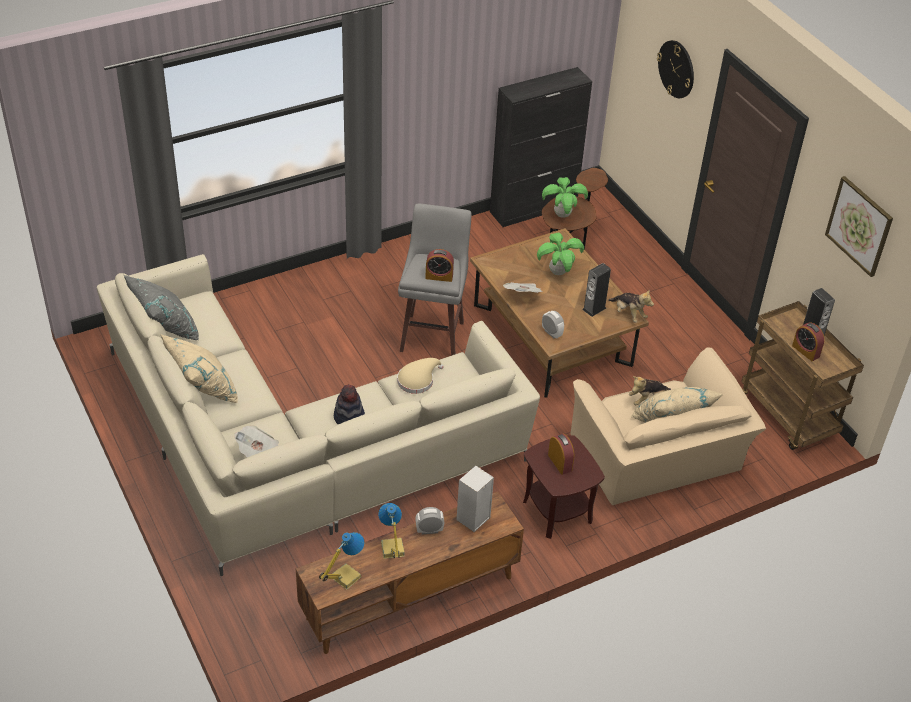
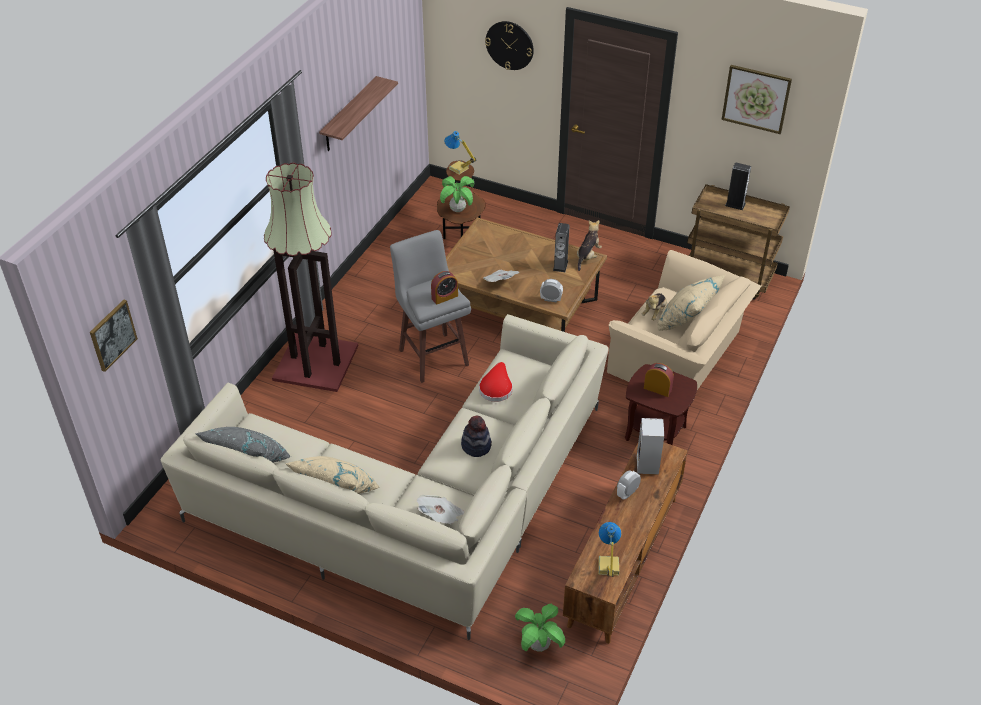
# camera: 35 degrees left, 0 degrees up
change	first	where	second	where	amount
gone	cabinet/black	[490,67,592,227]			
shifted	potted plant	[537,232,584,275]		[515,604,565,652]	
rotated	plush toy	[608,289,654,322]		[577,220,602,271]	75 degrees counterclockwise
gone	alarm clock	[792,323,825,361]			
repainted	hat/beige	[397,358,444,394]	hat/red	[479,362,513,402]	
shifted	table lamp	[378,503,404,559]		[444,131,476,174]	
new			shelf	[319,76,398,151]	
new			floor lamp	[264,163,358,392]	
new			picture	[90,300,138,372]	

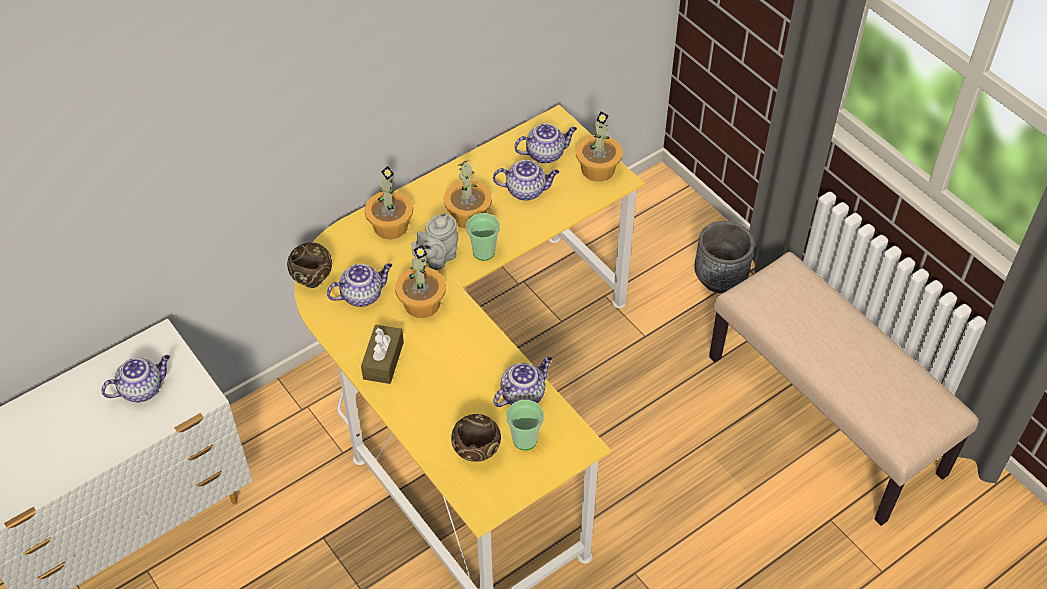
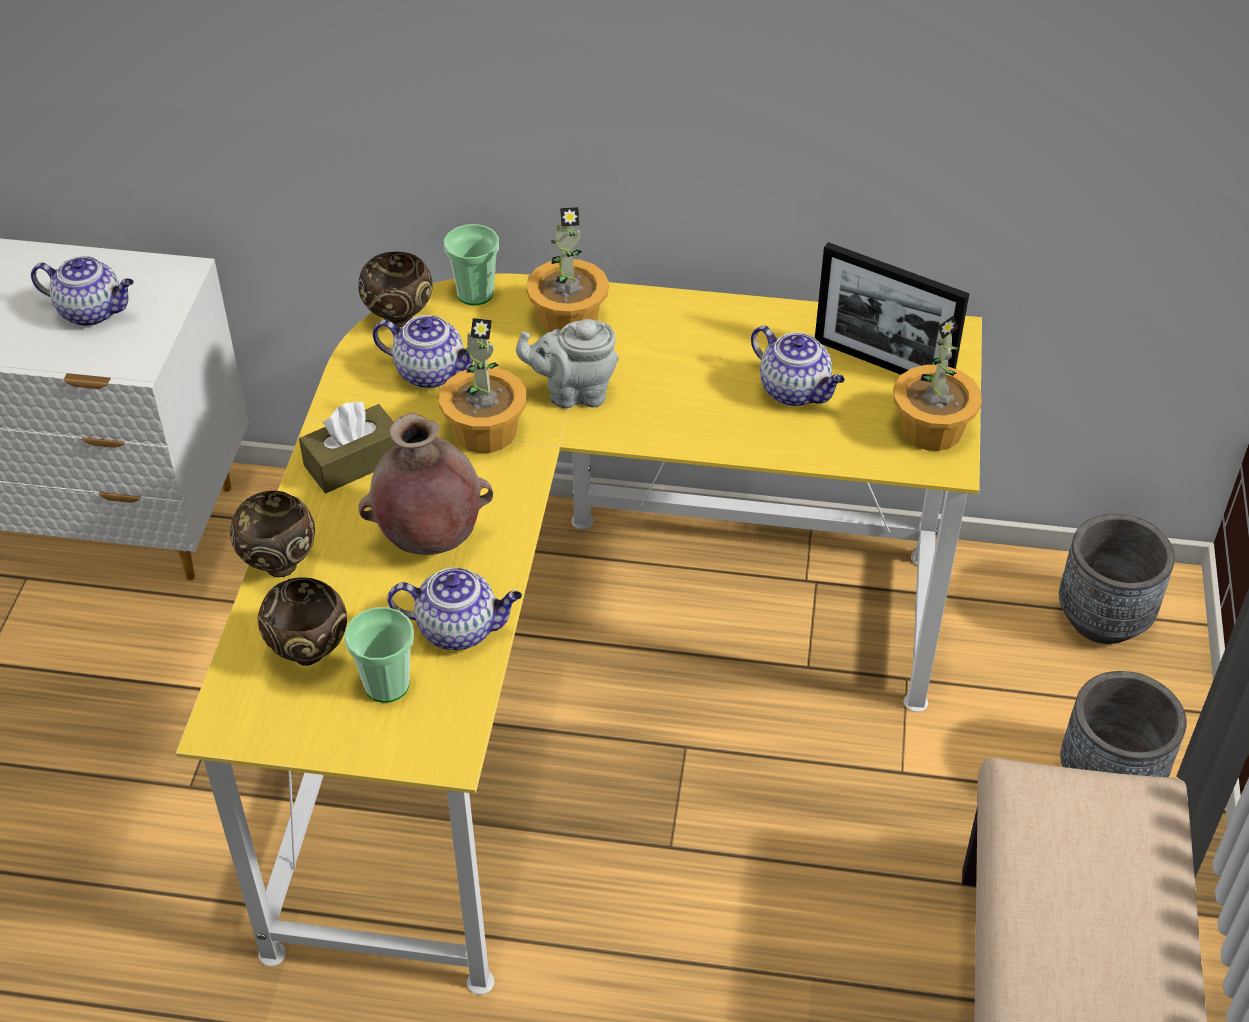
# camera: 45 degrees right, 5 degrees down
change	first	where	second	where	amount
swapped	teapot	[514,123,577,164]	picture frame	[815,242,969,375]	
gone	potted plant	[444,160,492,229]			
shifted	cup	[466,213,500,261]		[444,224,499,306]	
new			vase/brown	[358,413,493,555]	
new			bowl/brown	[230,491,315,577]	
new			planter/grey	[1059,514,1175,644]	

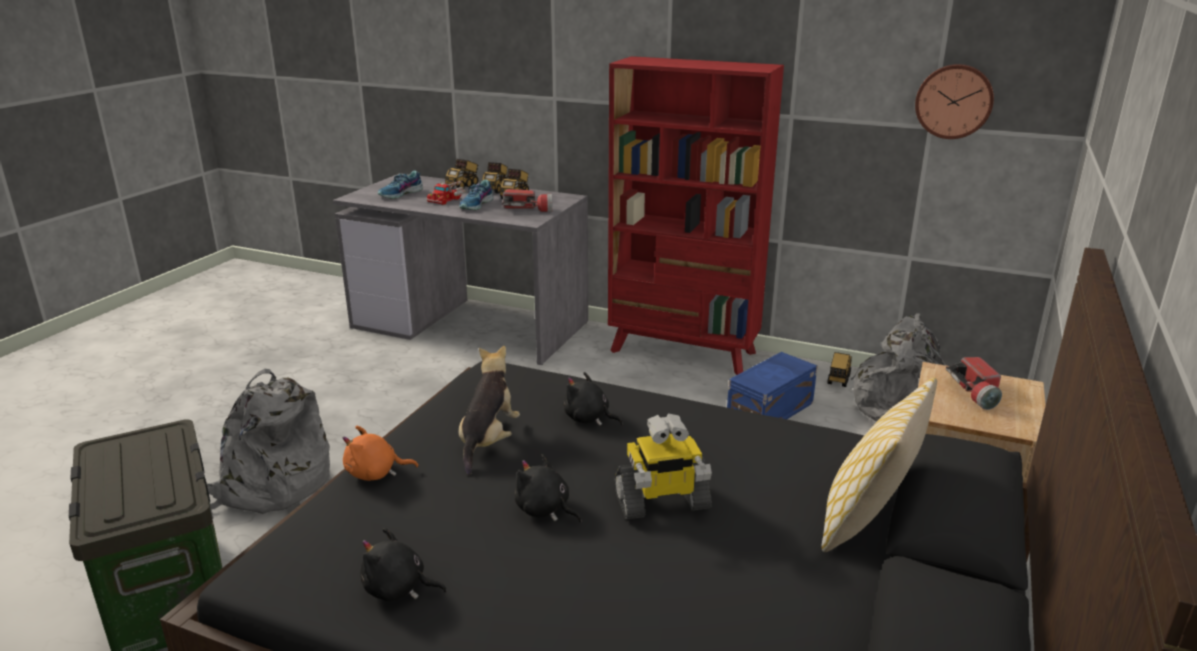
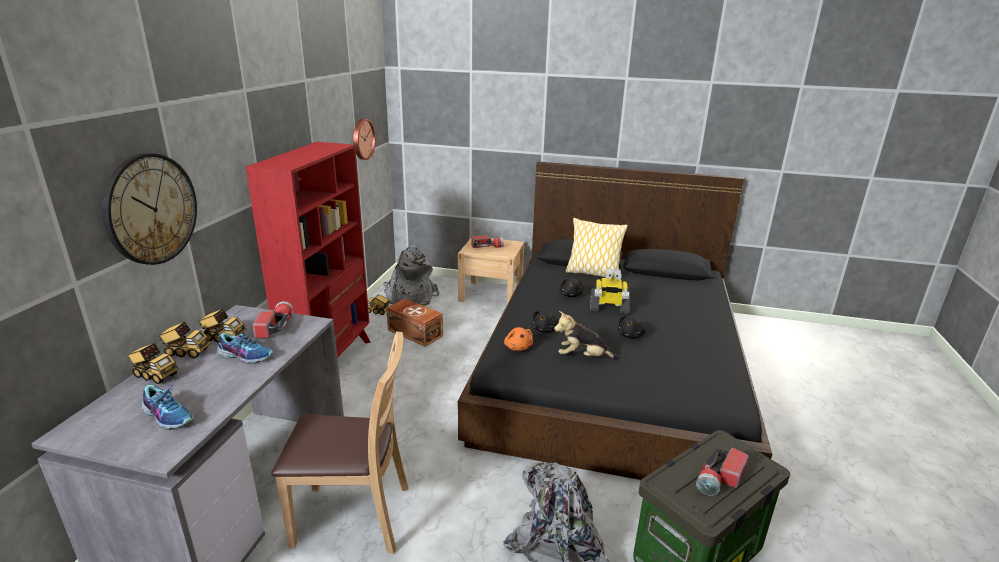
# camera: 100 degrees left, 0 degrees up
change	first	where	second	where	amount
gone	toy truck	[427,180,466,205]			
repainted	storage box/blue	[727,352,817,419]	storage box/brown	[386,299,443,347]	
rotated	toy robot	[614,413,712,520]		[590,268,630,315]	120 degrees clockwise
shifted	plush toy/orange	[342,426,419,481]		[504,327,533,351]	
shifted	plush toy/black	[360,528,447,601]		[559,278,584,297]	
new			wall clock	[102,153,197,265]	
new			chair/brown	[271,331,409,554]	
new			flashlight	[696,448,749,496]	

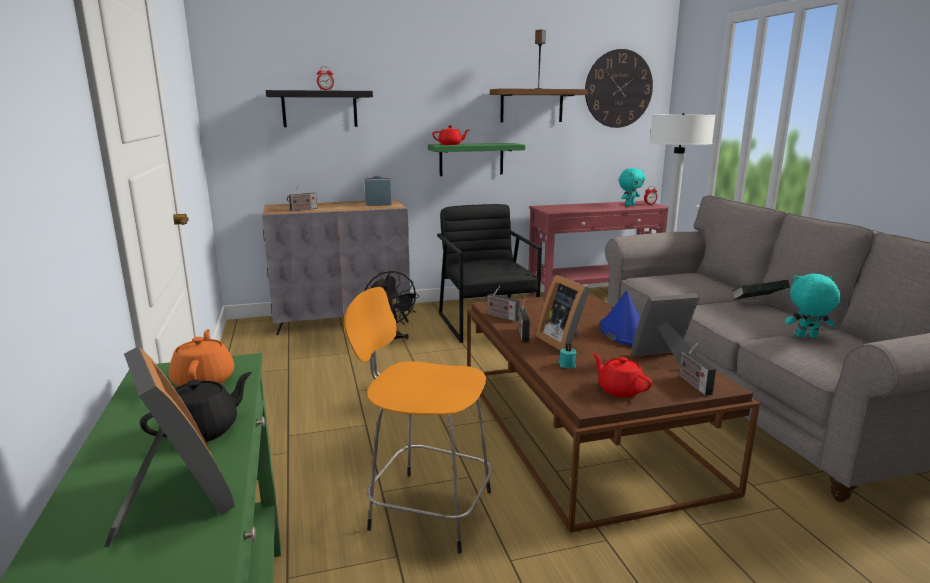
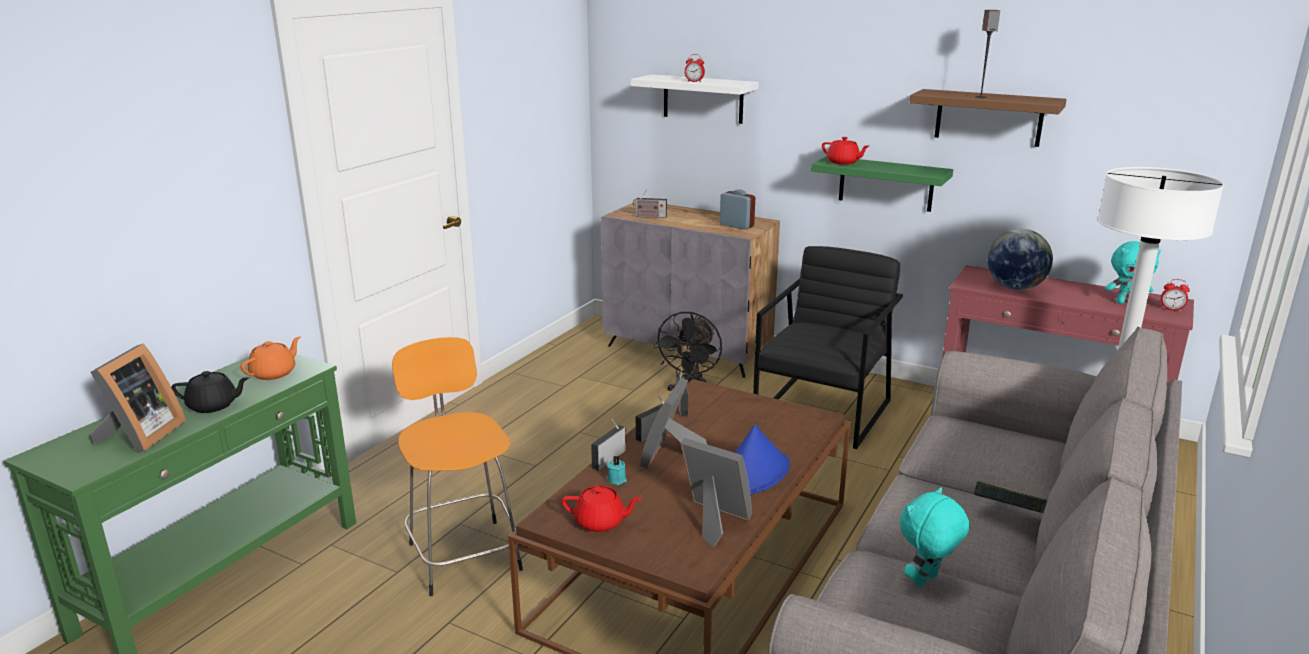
# camera: 45 degrees right, 5 degrees up
change	first	where	second	where	amount
gone	wall clock	[585,49,653,128]			
repainted	shelf/black	[266,90,373,127]	shelf/white	[631,74,759,124]	
rotated	plush toy/turquoise	[785,274,841,338]		[900,487,970,587]	90 degrees counterclockwise
shifted	radio	[679,343,716,396]		[591,419,626,471]	
rotated	teapot/red	[592,353,652,397]		[562,486,642,532]	90 degrees clockwise
new			globe	[988,229,1053,290]	

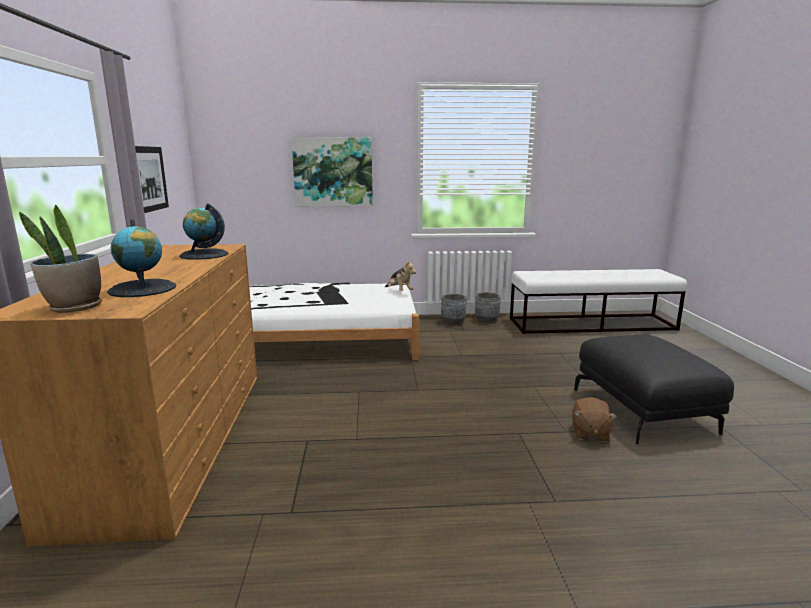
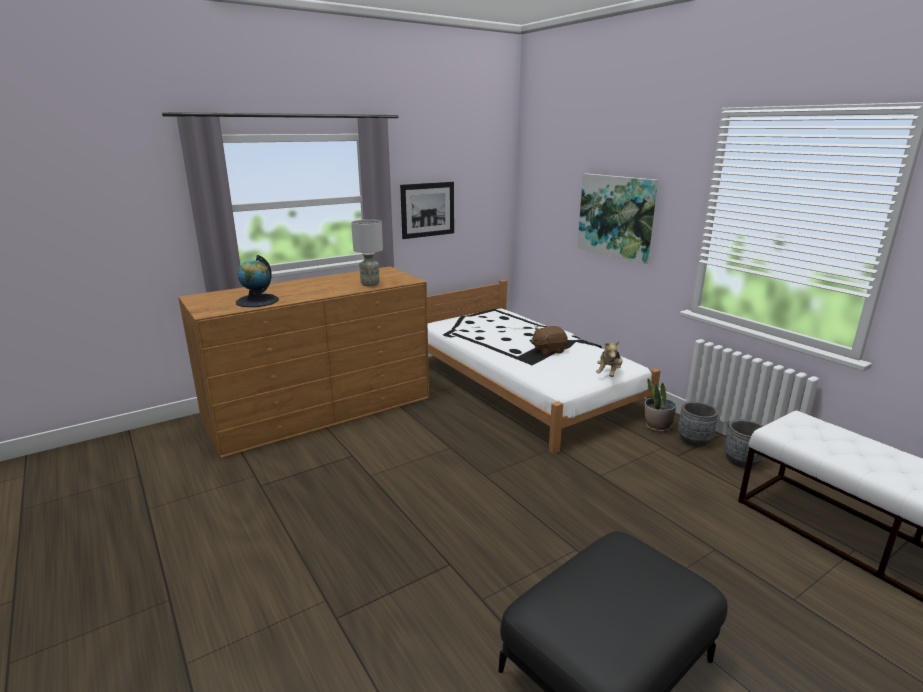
# camera: 60 degrees right, 5 degrees up
change	first	where	second	where	amount
shifted	potted plant	[19,204,102,313]		[645,378,676,432]	
swapped	globe	[179,204,229,260]	table lamp/grey	[351,219,383,286]	
shifted	plush toy/brown	[572,397,617,442]		[531,326,568,355]	

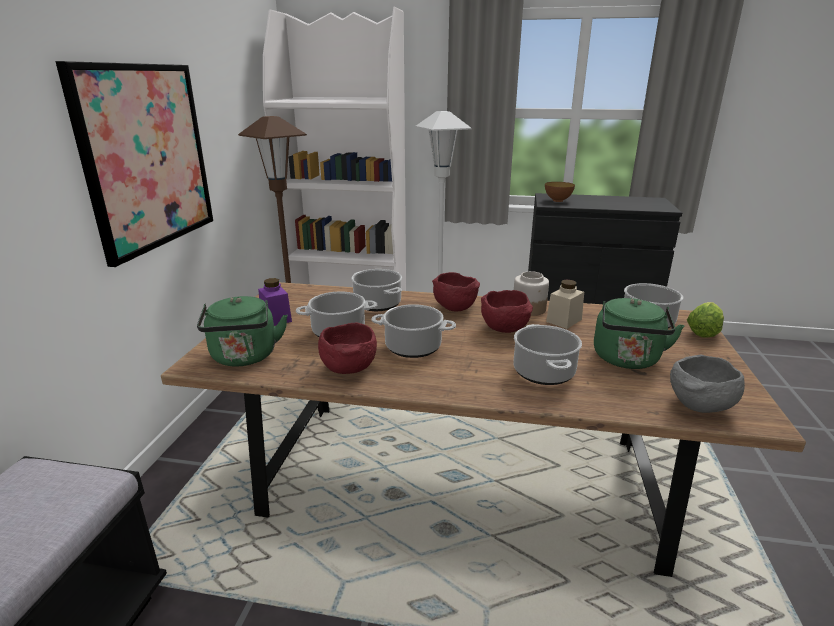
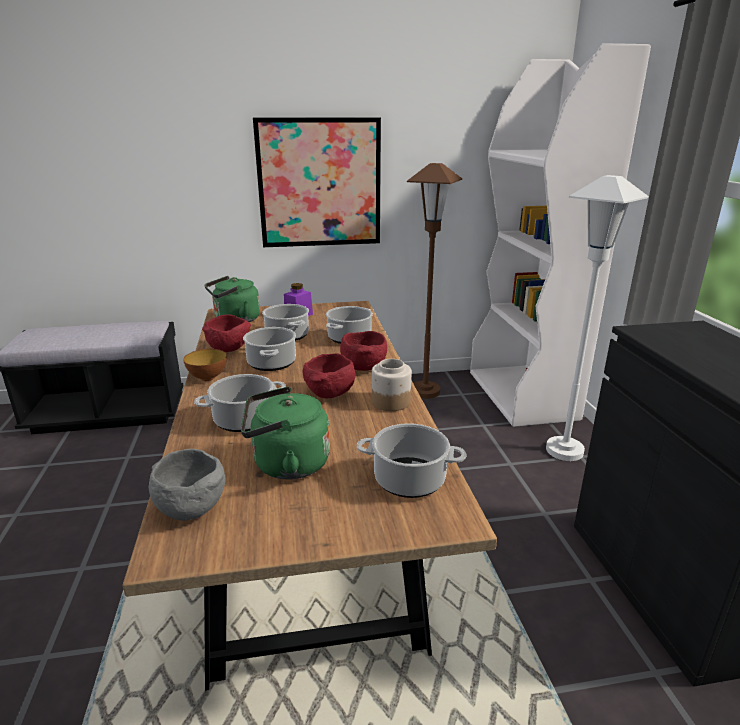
# camera: 70 degrees right, 0 degrees up
change	first	where	second	where	amount
shifted	bowl	[545,182,575,202]		[183,349,227,381]	
gone	jar/beige	[546,280,584,329]			
gone	lettuce	[687,302,724,338]			

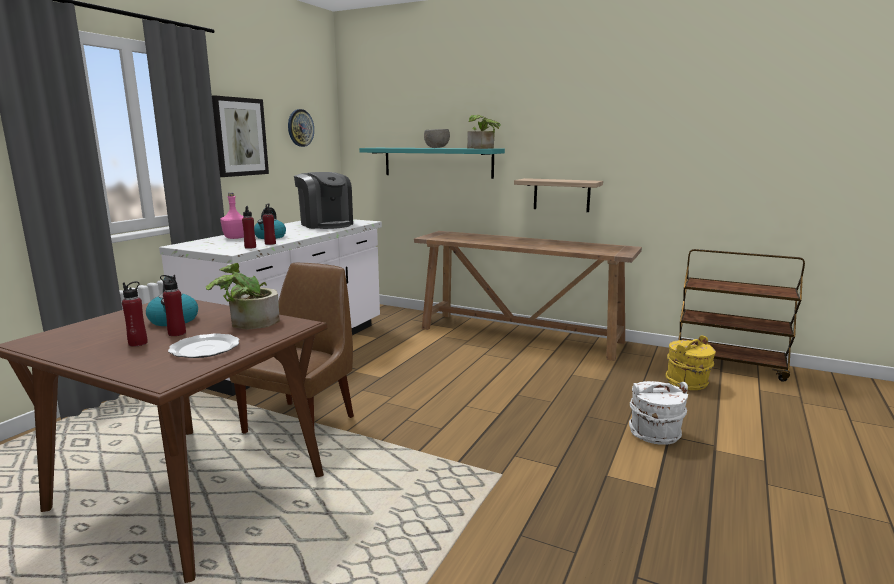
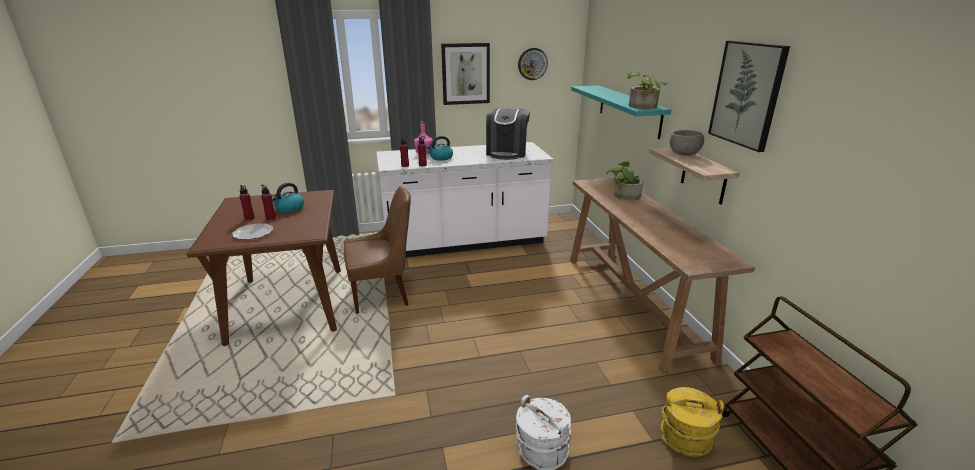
# camera: 50 degrees right, 10 degrees up
change	first	where	second	where	amount
shifted	bowl/grey	[424,129,450,148]		[670,130,704,156]	
shifted	potted plant	[205,263,280,329]		[605,162,643,201]	
new			picture	[708,41,790,152]	

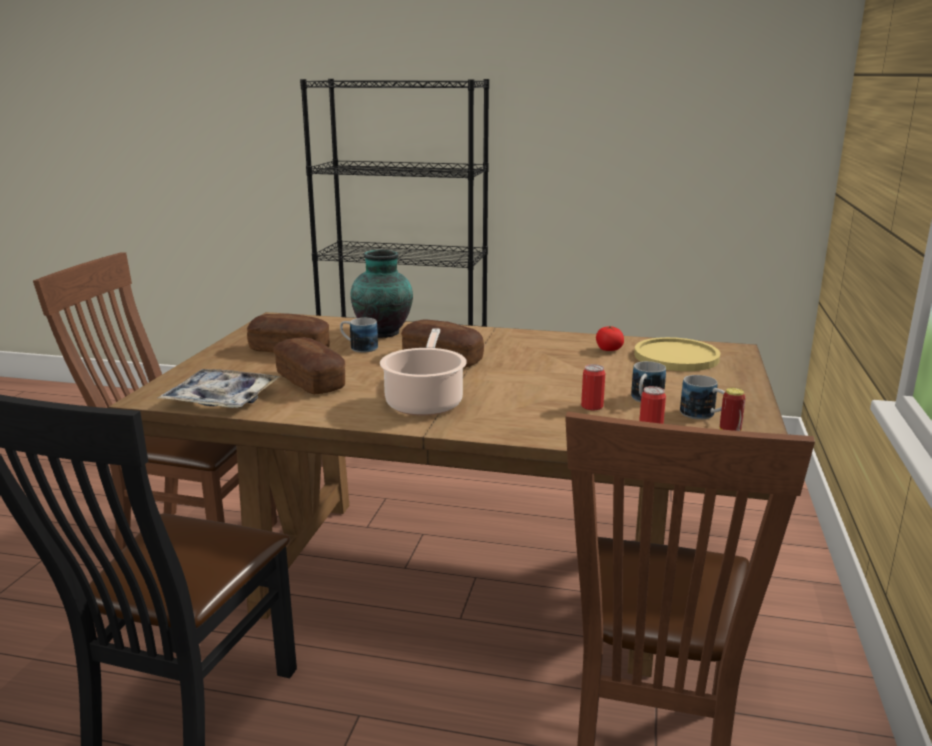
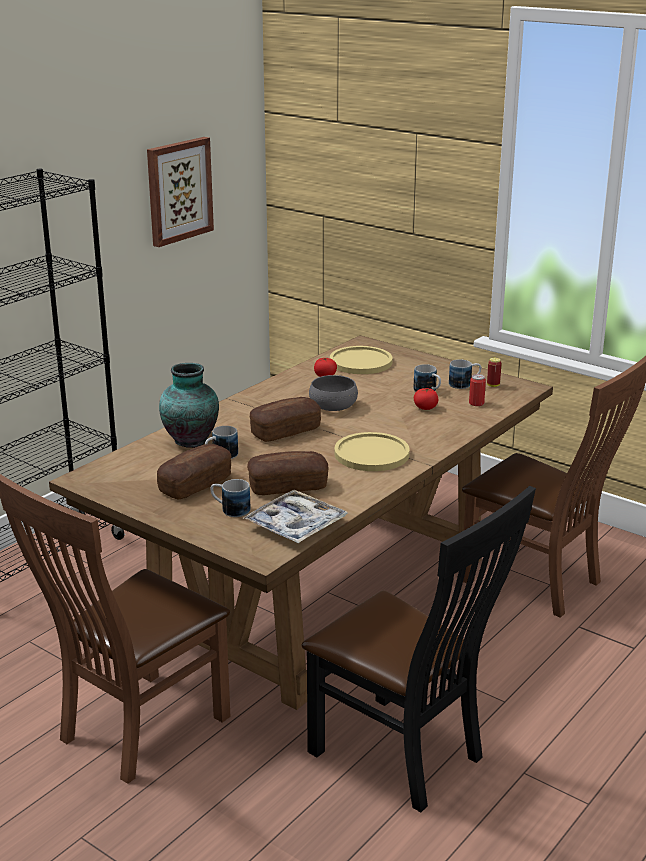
# camera: 65 degrees left, 5 degrees up
change	first	where	second	where	amount
swapped	cooking pot	[380,329,467,416]	plate/yellow	[334,432,410,471]	
swapped	can	[581,364,605,410]	tomato	[414,388,438,410]	
new			picture	[147,137,214,247]	
new			bowl/grey	[309,375,358,411]	
new			mug	[211,479,250,517]	

